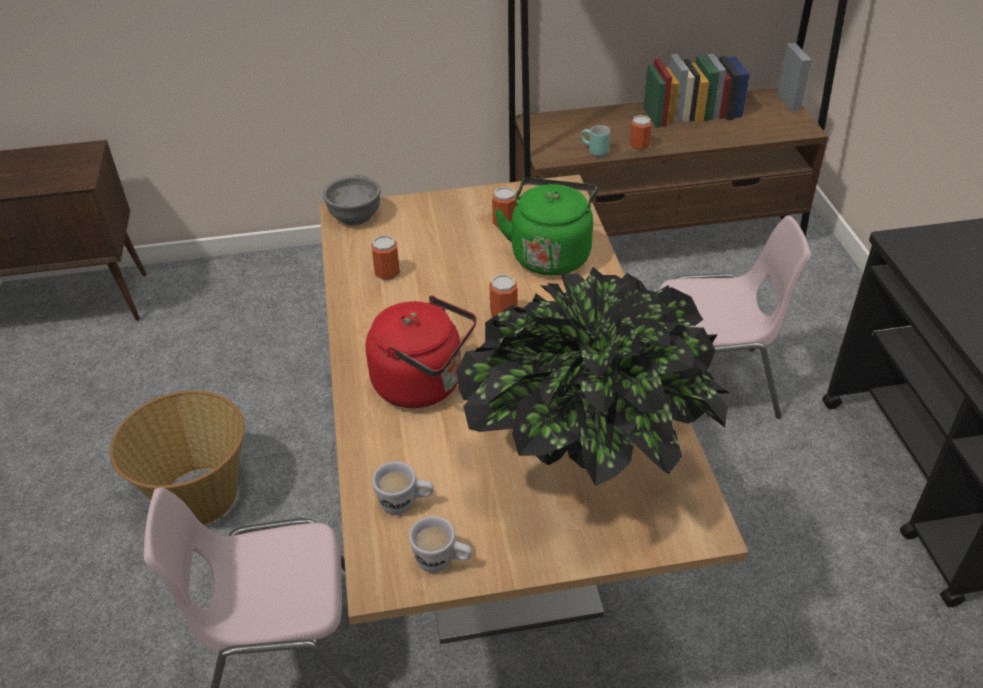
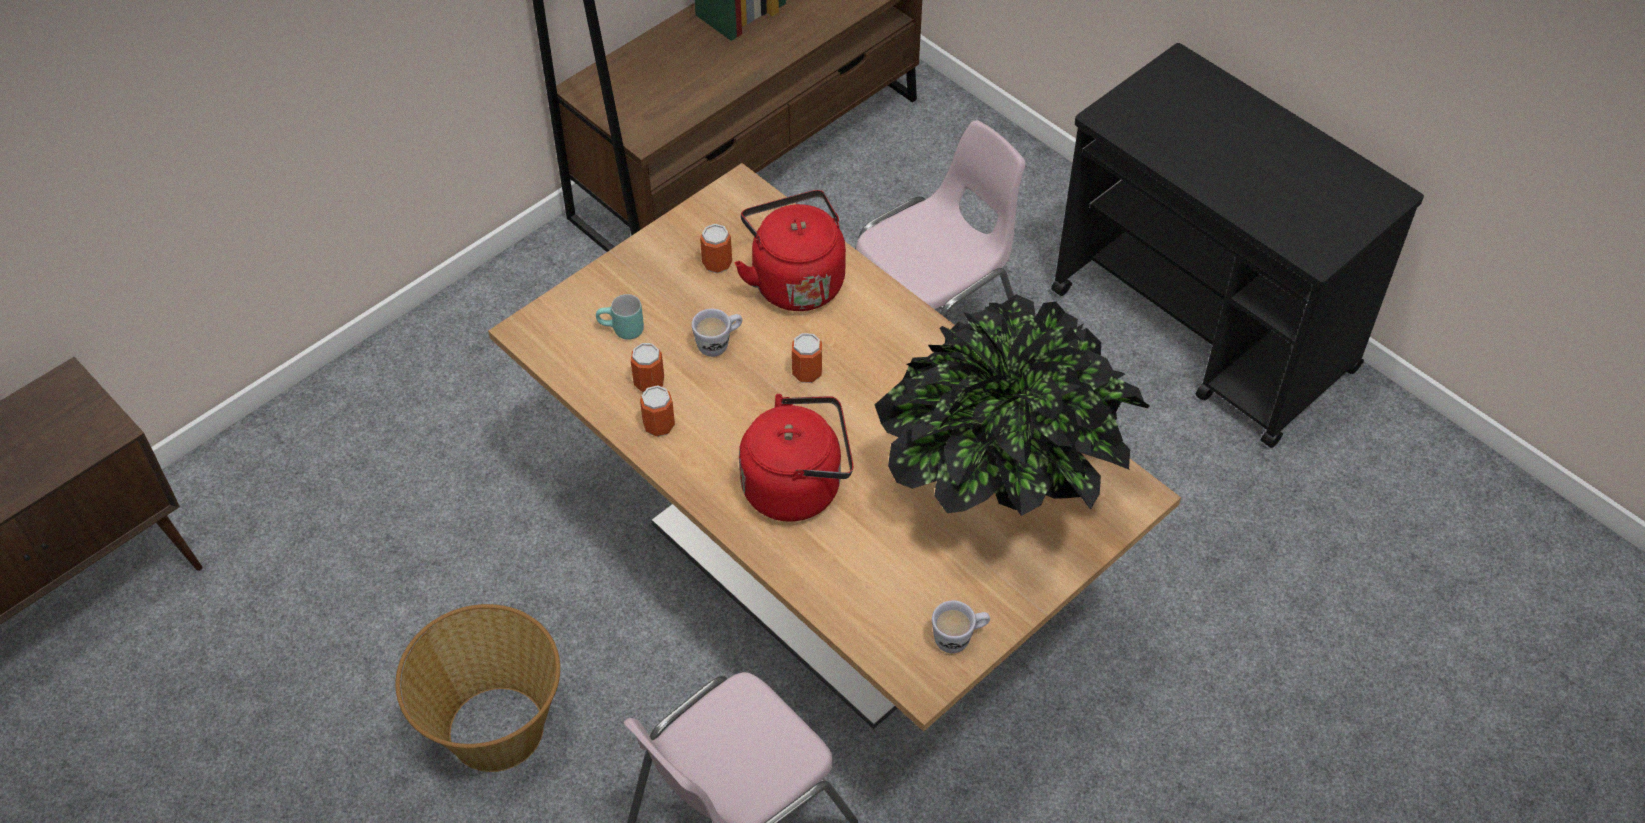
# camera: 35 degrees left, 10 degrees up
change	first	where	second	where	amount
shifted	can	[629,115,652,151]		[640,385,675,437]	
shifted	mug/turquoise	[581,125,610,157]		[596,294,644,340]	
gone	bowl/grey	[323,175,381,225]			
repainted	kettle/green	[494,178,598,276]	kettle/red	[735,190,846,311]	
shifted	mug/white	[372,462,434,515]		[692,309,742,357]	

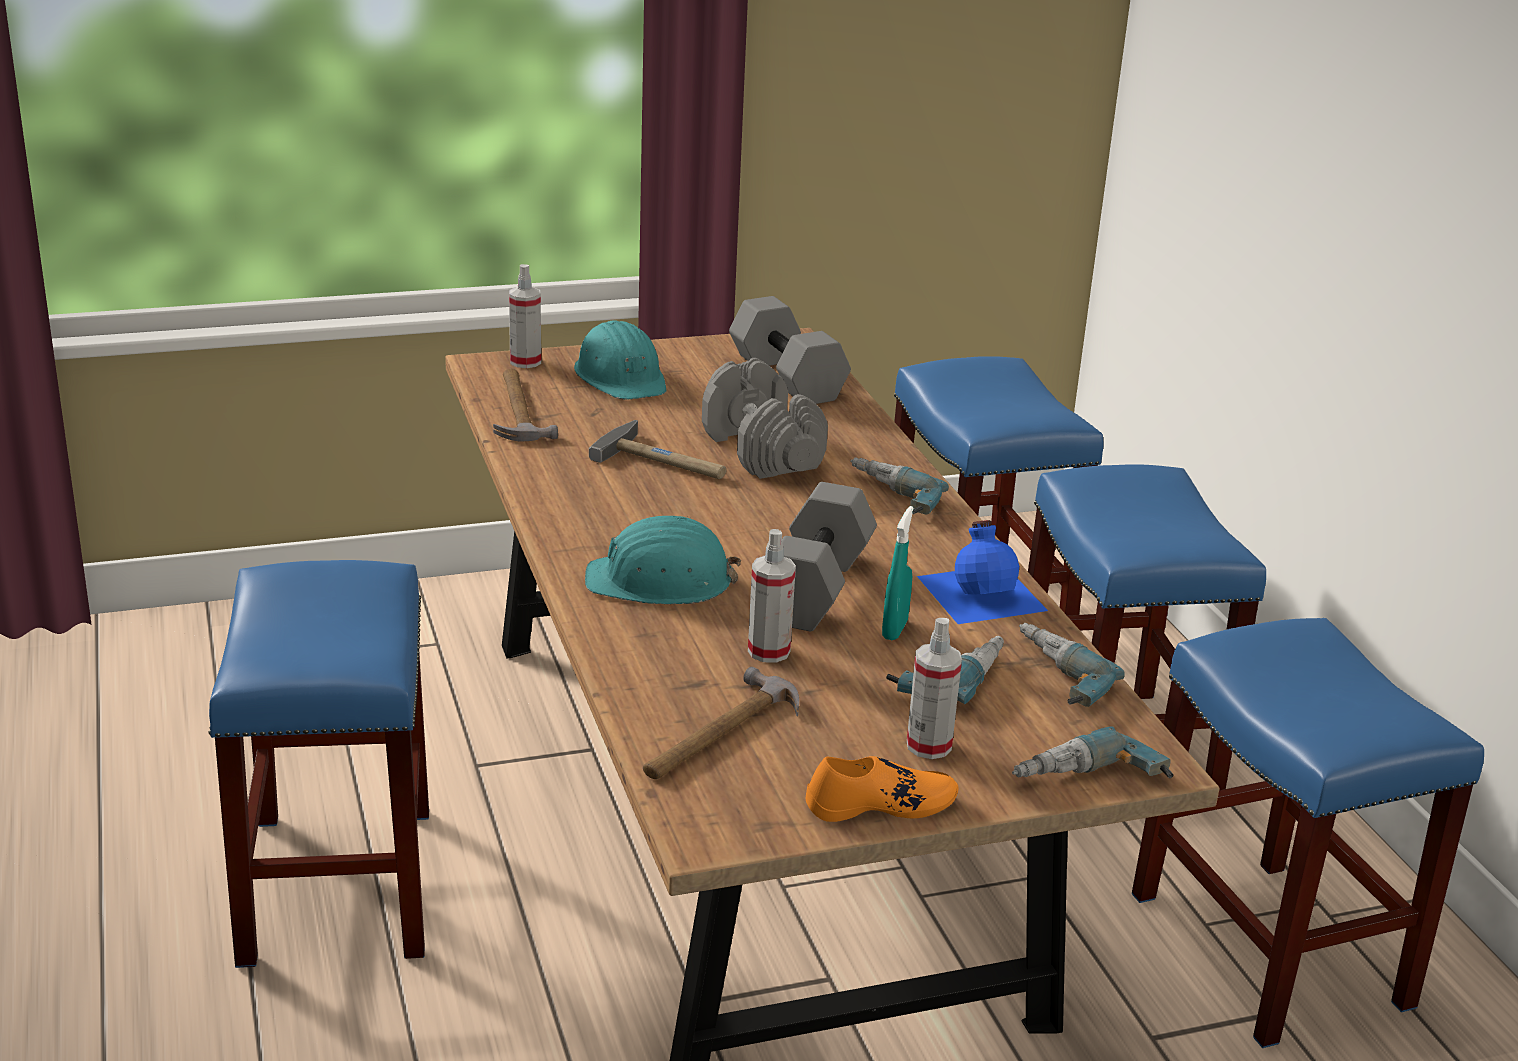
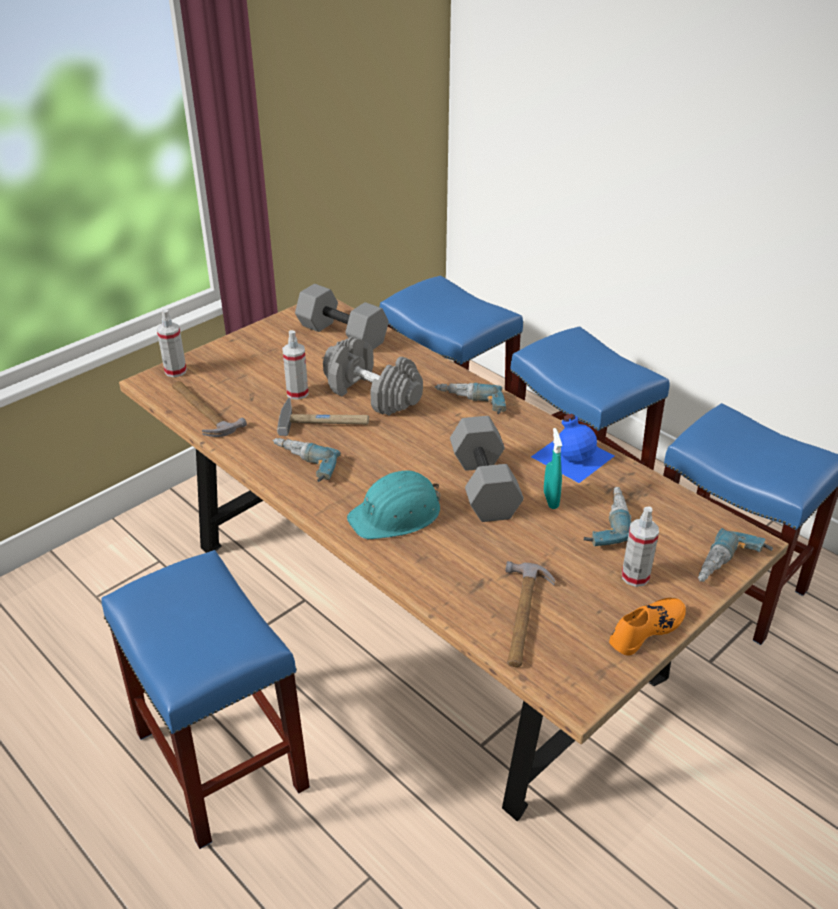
# camera: 25 degrees left, 10 degrees up
change	first	where	second	where	amount
gone	hard hat/turquoise	[574,320,666,399]			
shifted	spray bottle	[748,529,796,663]		[282,330,308,400]	
shifted	power drill	[1019,623,1125,707]		[273,438,341,482]	

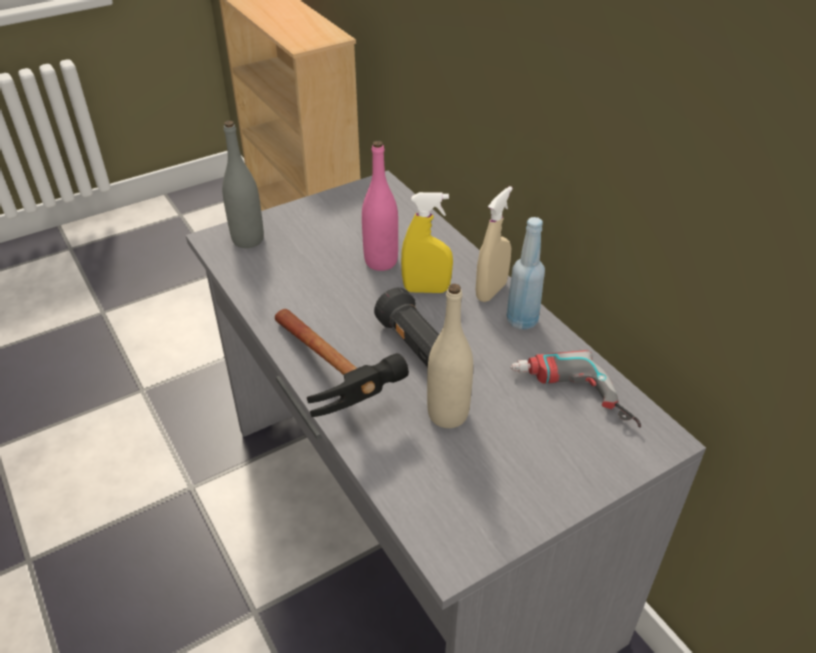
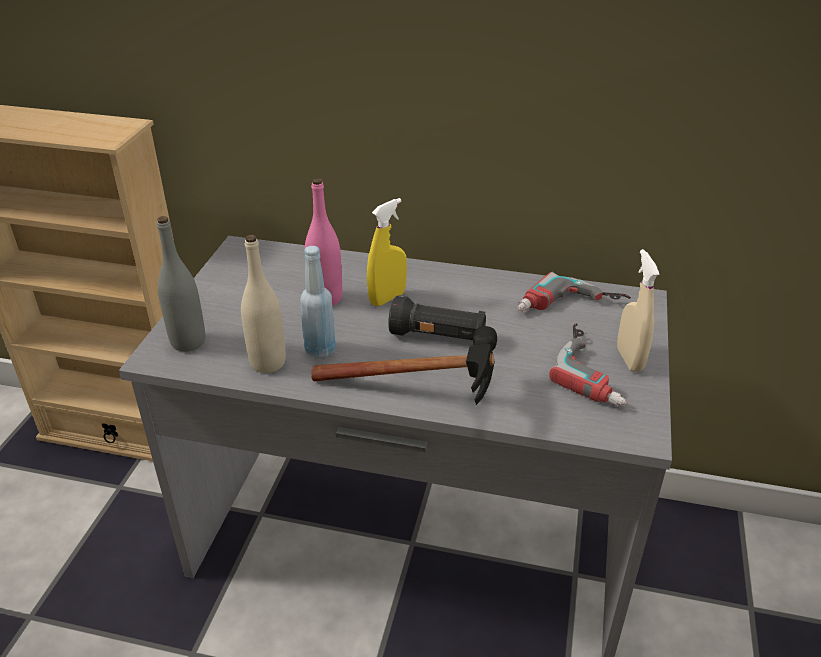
# camera: 45 degrees left, 5 degrees down
change	first	where	second	where	amount
shifted	spray bottle/beige	[476,186,513,302]		[617,249,660,372]	
shifted	bottle/blue	[506,217,545,330]		[300,246,336,358]	
shifted	bottle/beige	[427,284,473,428]		[241,235,286,373]	
new			power drill	[549,323,627,406]	

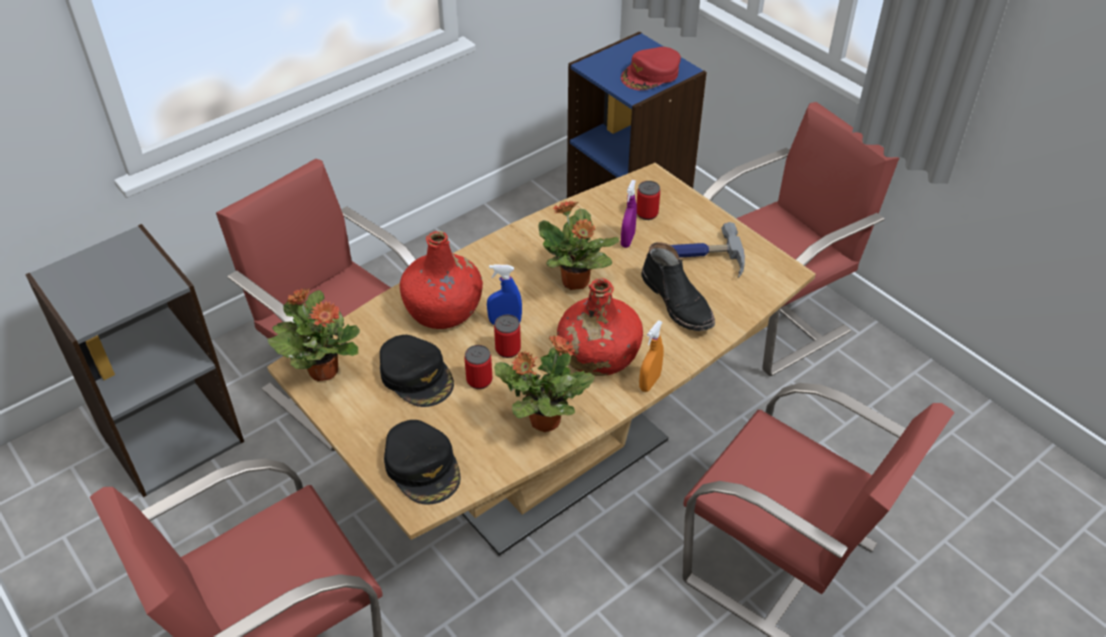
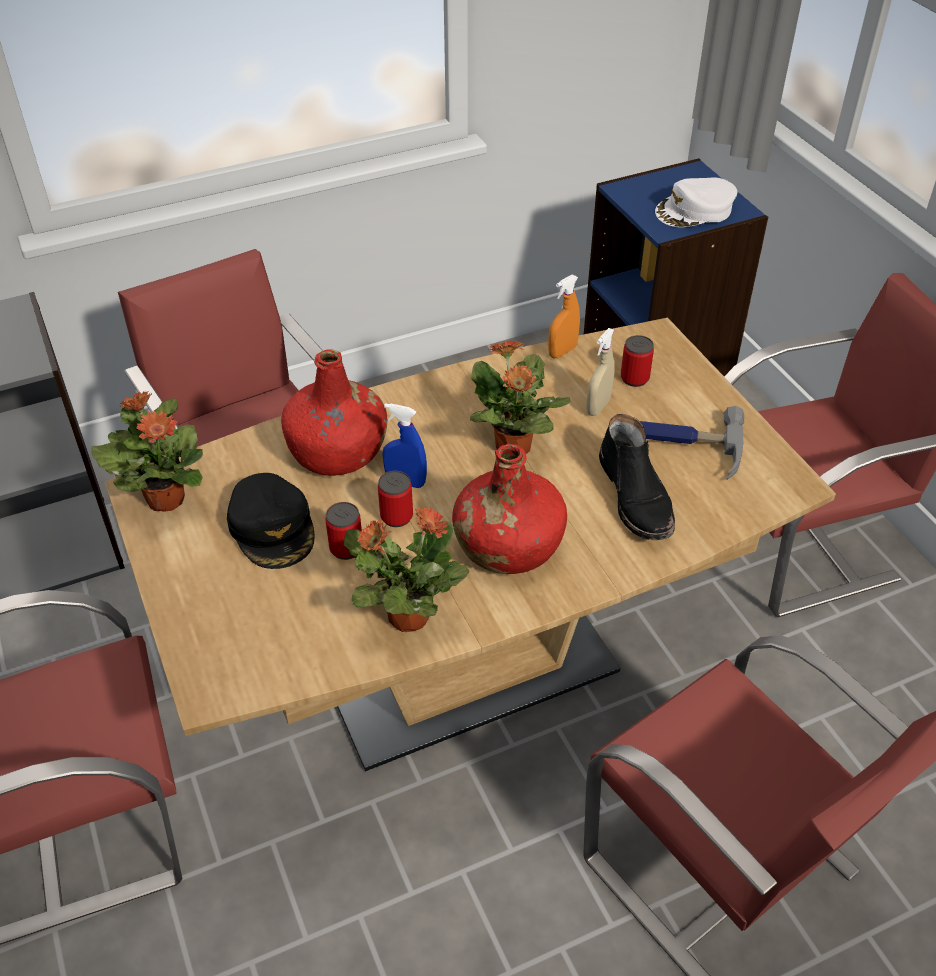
# camera: 15 degrees right, 0 degrees up
change	first	where	second	where	amount
repainted	cap/red	[621,47,681,90]	cap/white	[655,177,738,227]	
repainted	spray bottle/purple	[621,180,637,248]	spray bottle/beige	[586,328,615,416]	
shifted	spray bottle/orange	[639,320,664,392]		[548,275,580,359]	
gone	cap/black	[384,420,461,505]			

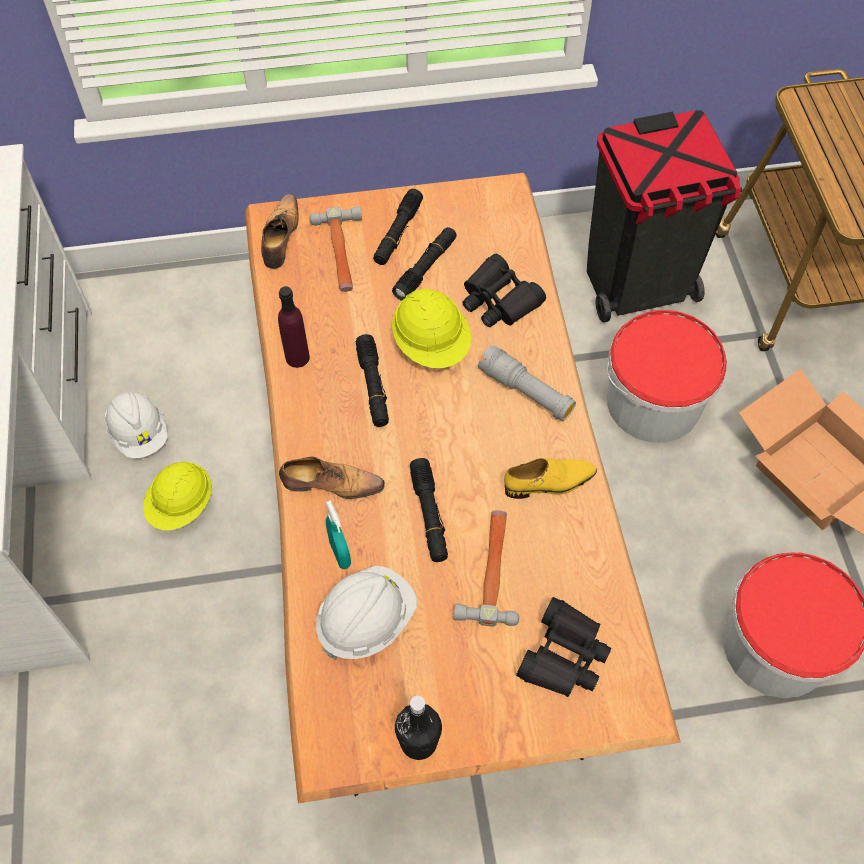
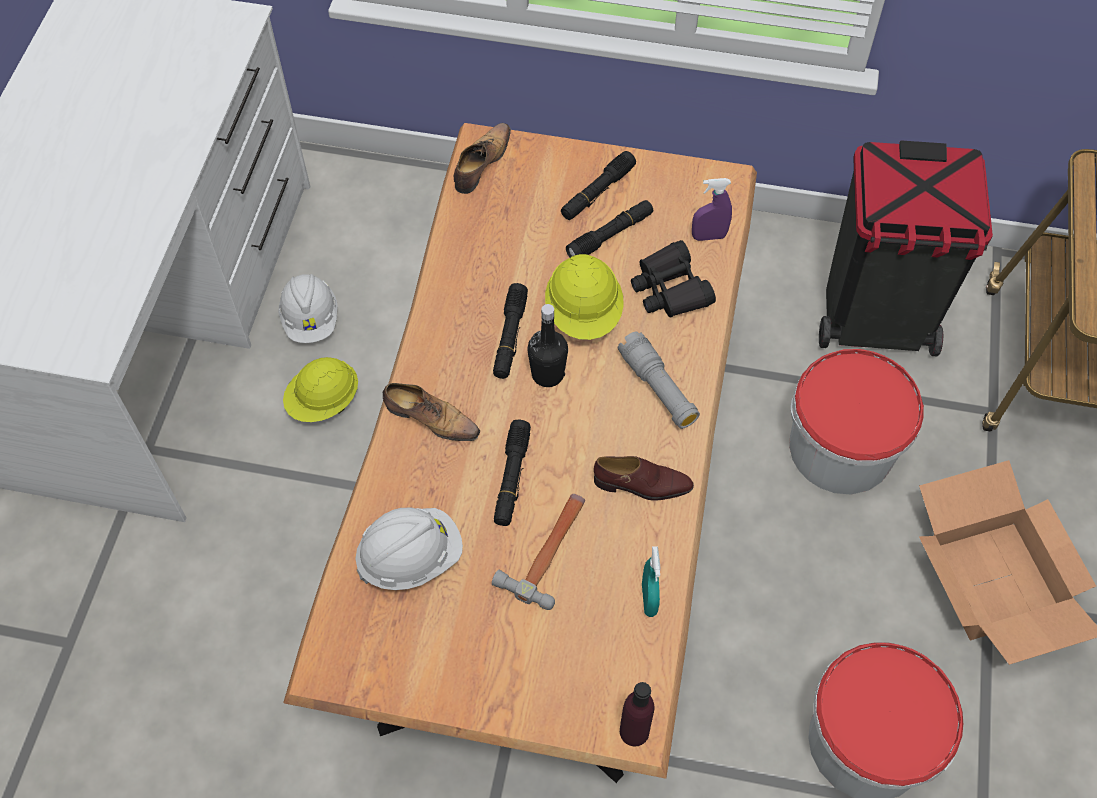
# camera: 20 degrees right, 0 degrees up
change	first	where	second	where	amount
gone	hammer	[309,206,362,292]			
shifted	bottle/purple	[278,286,310,368]		[620,682,654,747]	
repainted	shoe/yellow	[504,458,597,499]	shoe/brown	[594,456,694,501]	
shifted	spray bottle/turquoise	[326,500,351,569]		[642,546,660,617]	
gone	binoculars/black	[516,597,611,697]			
shifted	bottle/black	[395,696,442,760]		[527,304,568,387]	
new			spray bottle/purple	[692,178,732,241]	

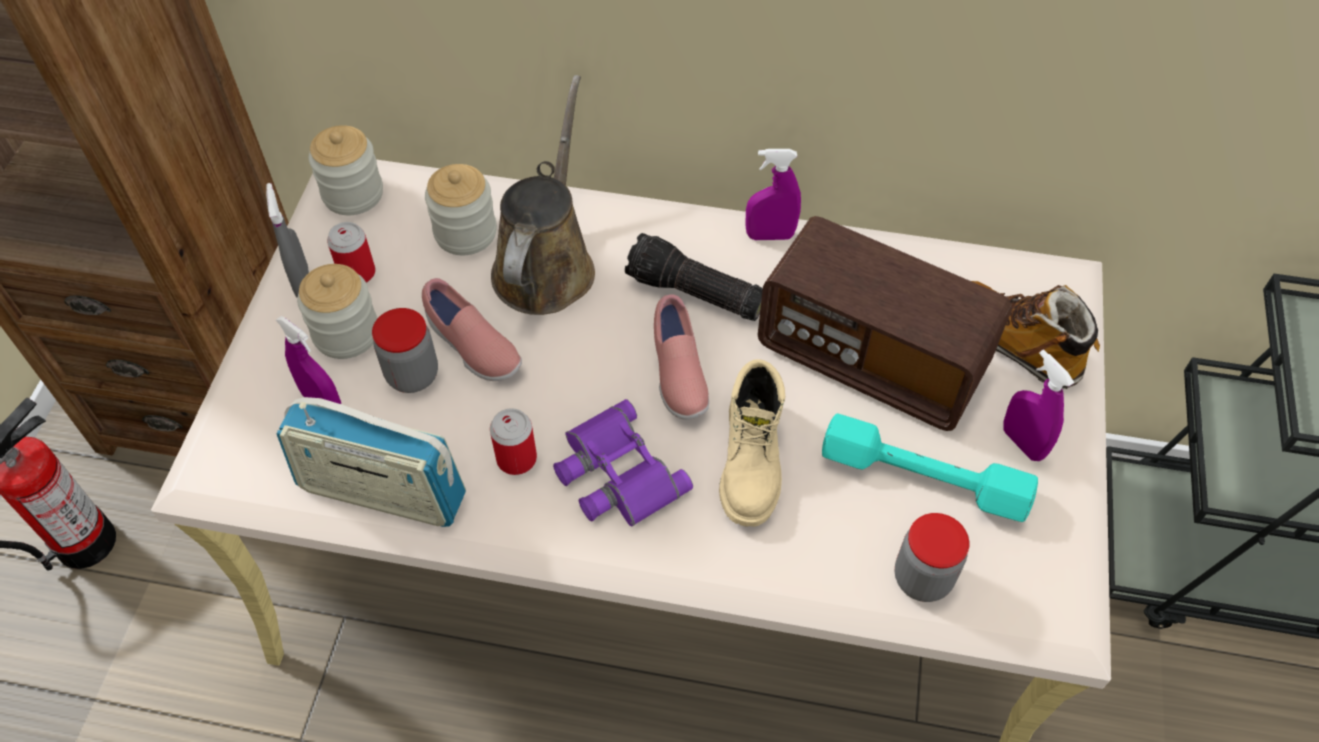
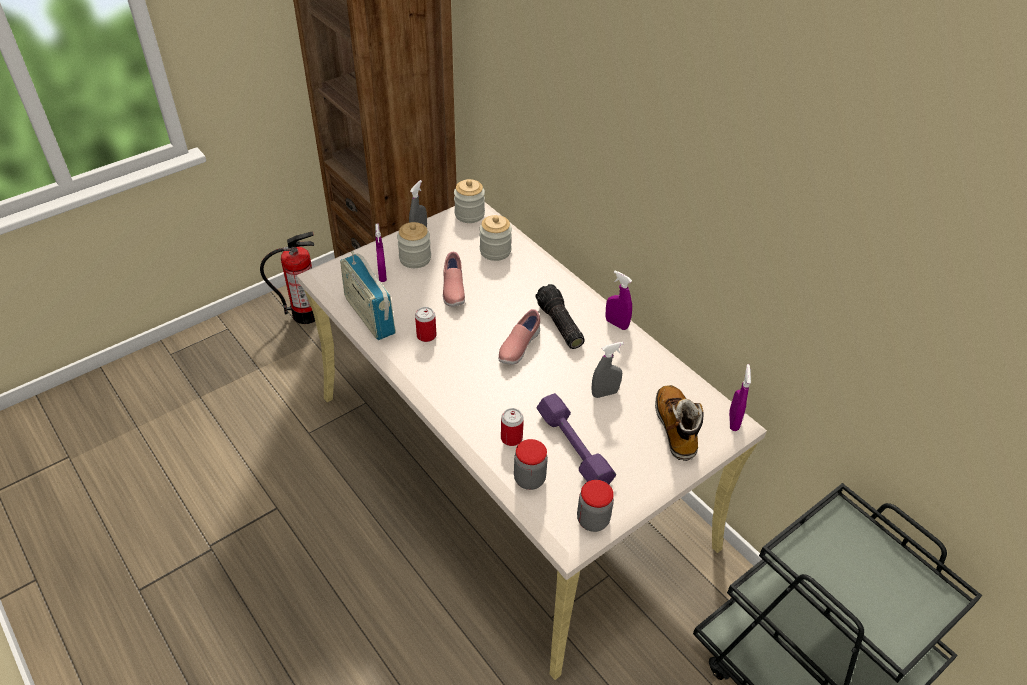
# camera: 40 degrees right, 10 degrees down
change	first	where	second	where	amount
gone	watering can/brown	[491,75,595,315]			
swapped	radio	[758,216,1012,431]	spray bottle/grey	[591,342,624,398]	
shifted	can	[327,222,375,283]		[501,408,524,446]	
shifted	jar	[372,308,438,393]		[577,480,614,532]	
shifted	spray bottle/purple	[1003,350,1074,461]		[729,364,751,431]	
gone	boot/beige	[719,359,785,527]			
gone	binoculars/purple	[553,399,693,526]			
repainted	dumbbell/turquoise	[822,414,1038,522]	dumbbell/purple	[536,393,616,484]	

